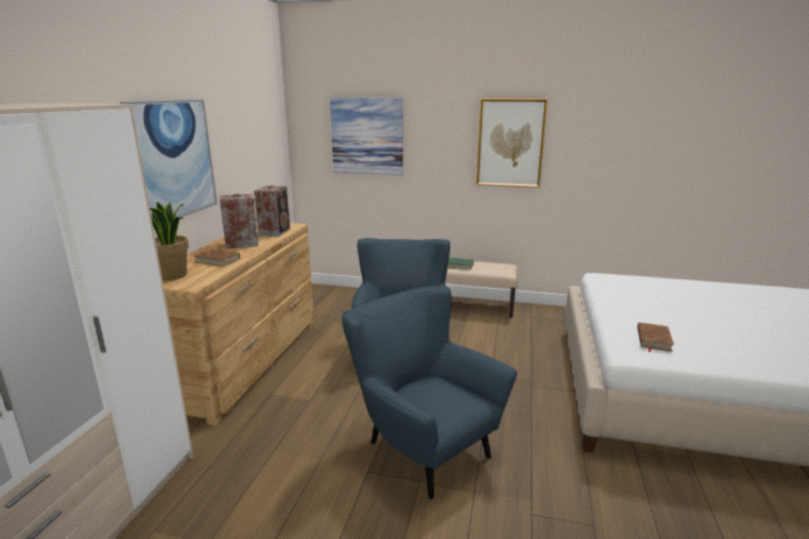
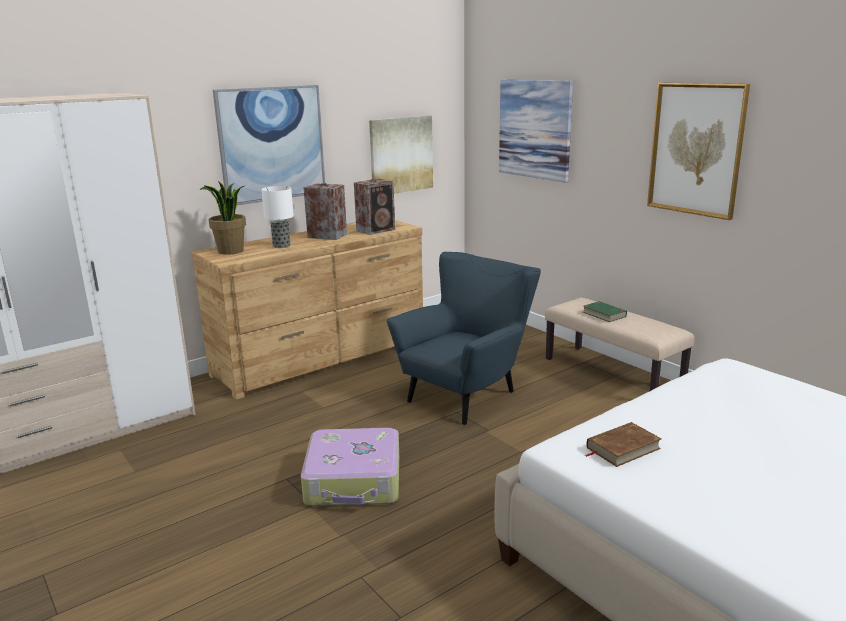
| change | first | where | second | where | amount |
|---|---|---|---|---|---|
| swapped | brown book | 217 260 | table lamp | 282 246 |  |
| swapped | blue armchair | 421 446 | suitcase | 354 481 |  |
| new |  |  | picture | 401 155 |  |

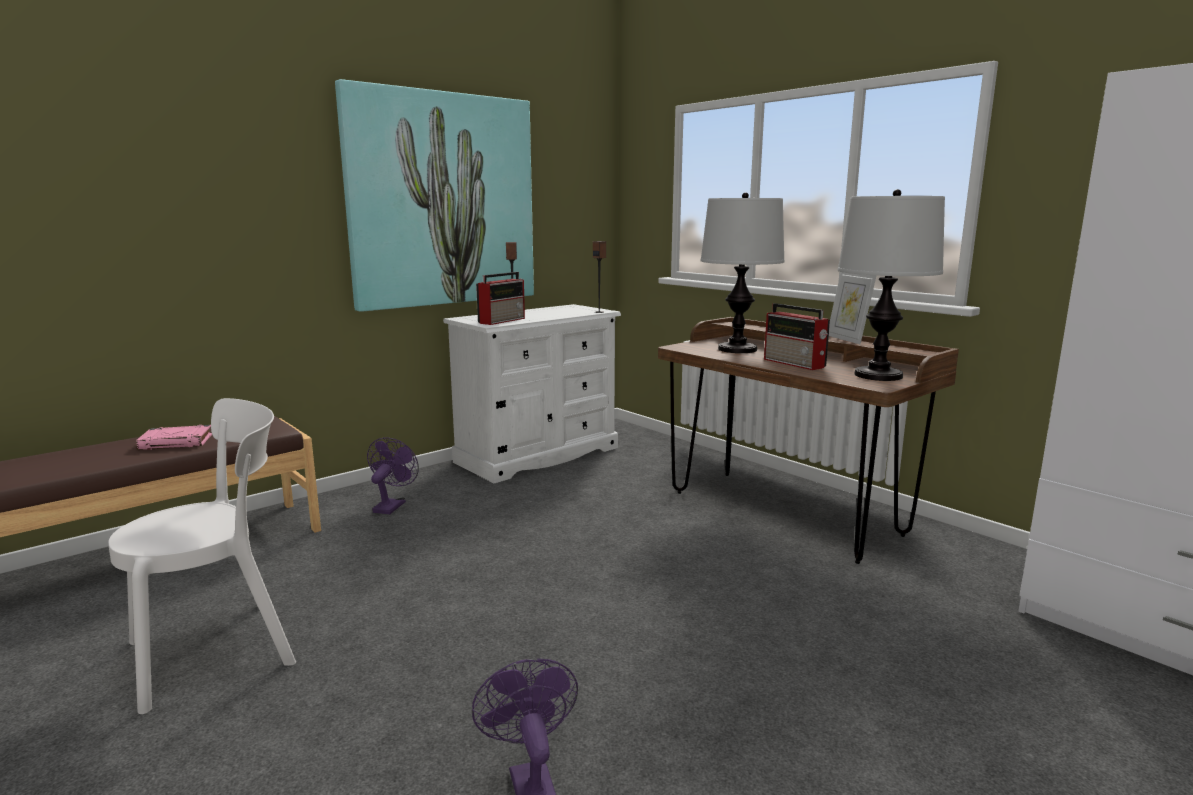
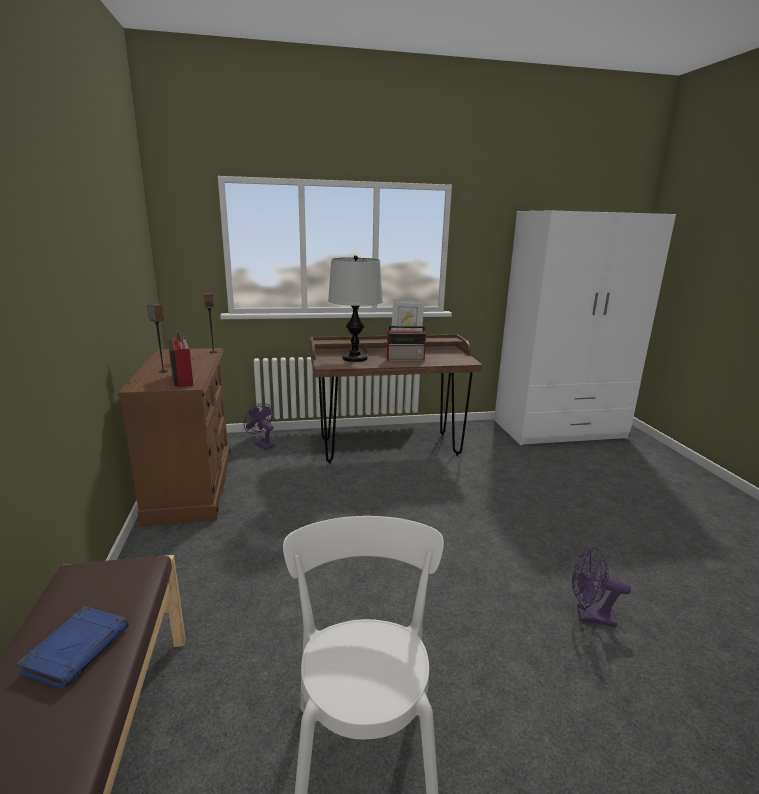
| change | first | where | second | where | amount |
|---|---|---|---|---|---|
| repainted | pink book | 177 442 | blue book | 77 650 |  |
| repainted | white dresser | 538 455 | brown dresser | 192 485 |  |
| shifted | purple fan | 391 505 |  | 262 444 |  |
| gone | picture | 442 200 |  |  |  |
| gone | table lamp | 879 375 |  |  |  |

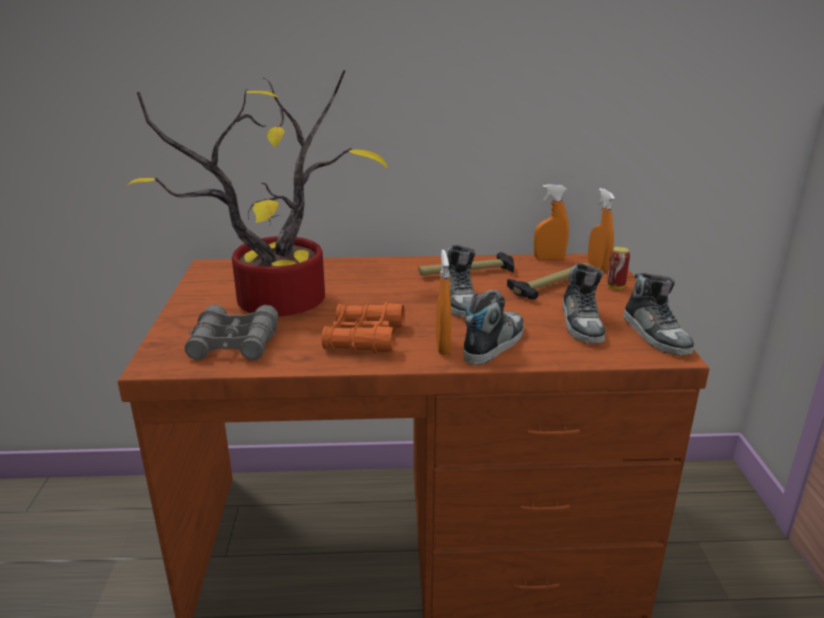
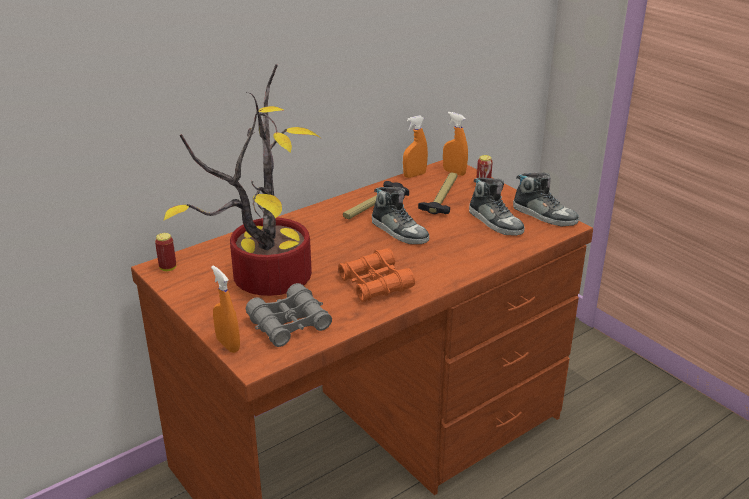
| change | first | where | second | where | amount |
|---|---|---|---|---|---|
| new |  |  | can | 168 268 |  |
| shifted | orange spray bottle | 442 346 |  | 228 345 |  |
| gone | shoe | 493 343 |  |  |  |

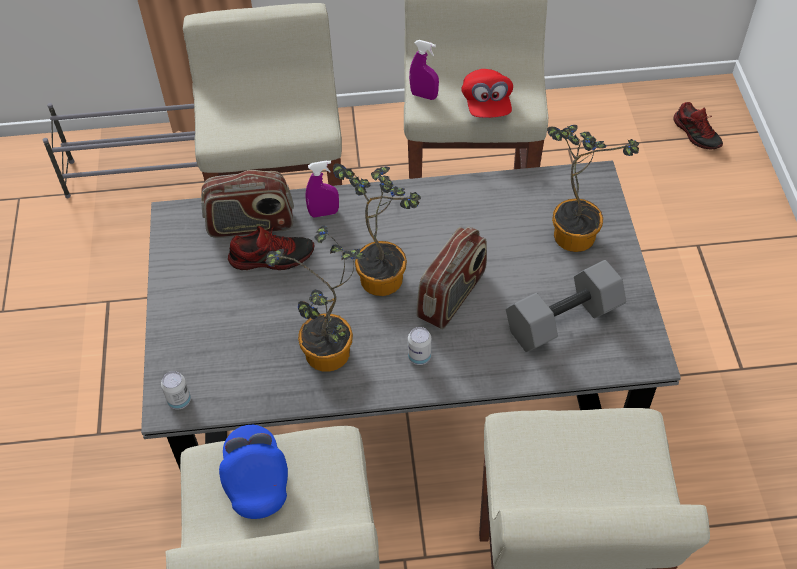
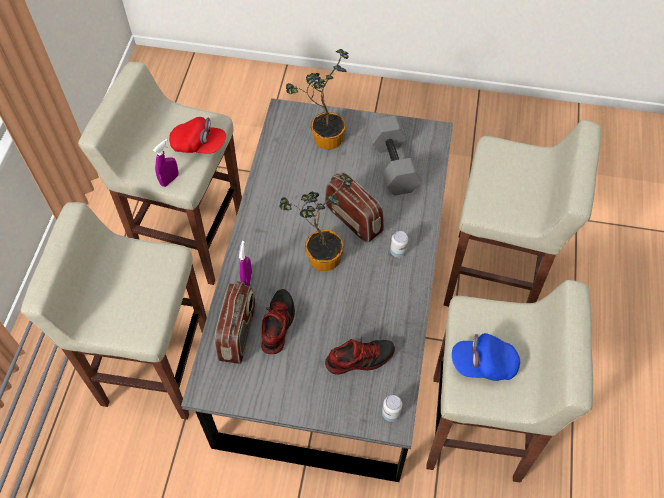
| change | first | where | second | where | amount |
|---|---|---|---|---|---|
| shifted | shoe | 697 134 |  | 359 358 |  |
| gone | potted plant | 328 359 |  |  |  |

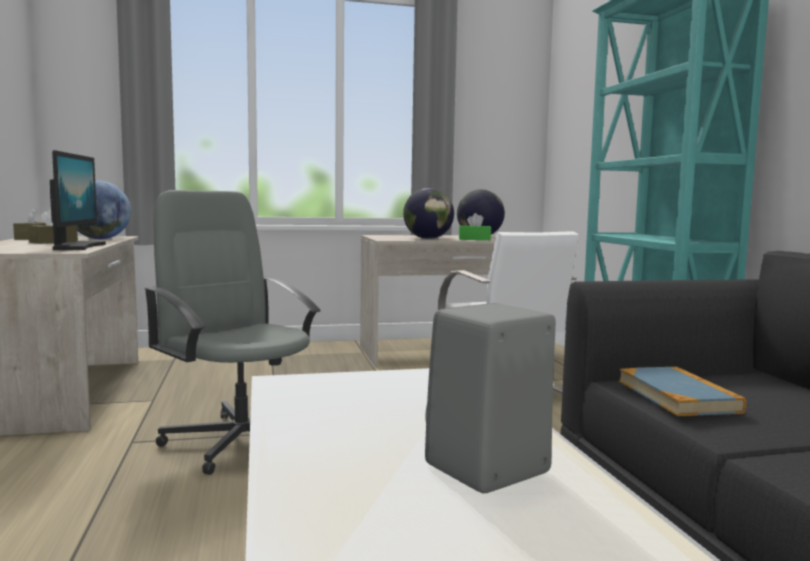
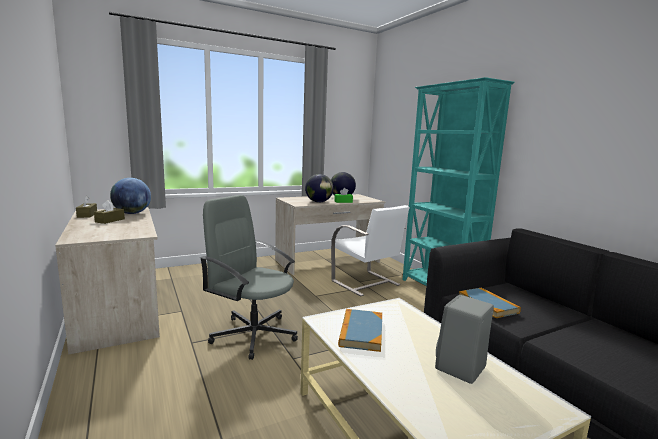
| change | first | where | second | where | amount |
|---|---|---|---|---|---|
| new |  |  | book | 361 332 |  |
| gone | monitor | 77 247 |  |  |  |

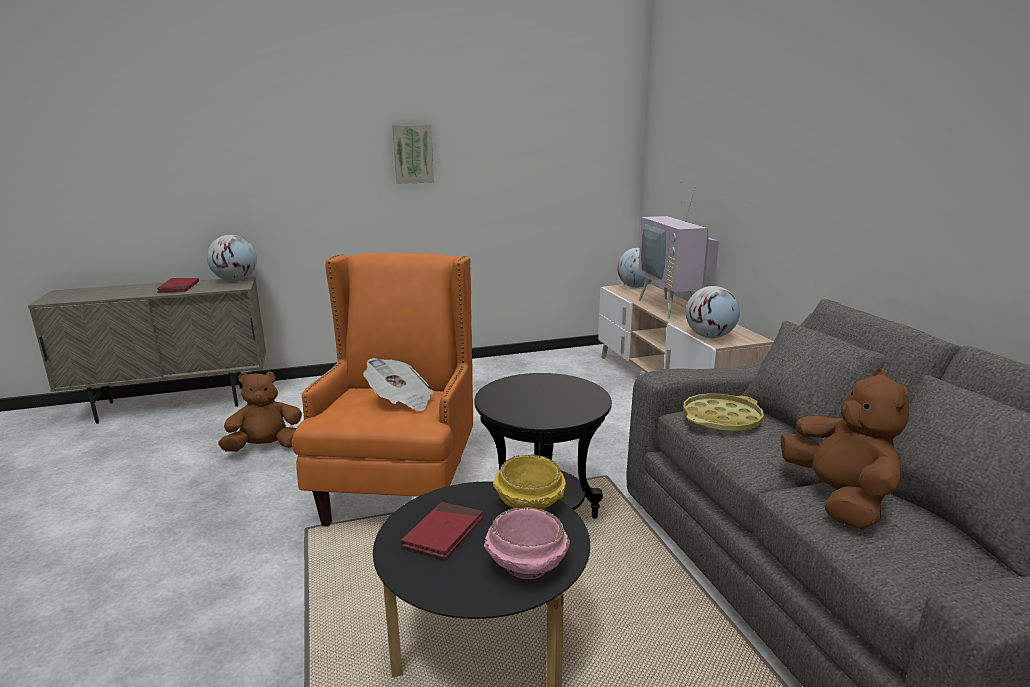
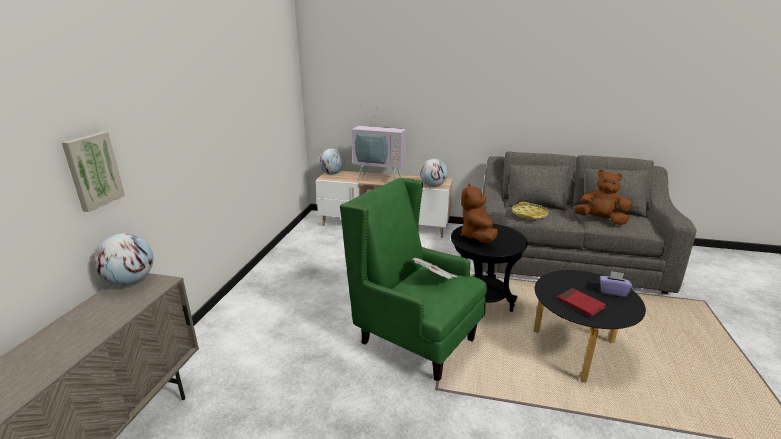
| change | first | where | second | where | amount |
|---|---|---|---|---|---|
| shifted | picture | 413 154 |  | 92 170 |  |
| repainted | orange armchair | 398 489 | green armchair | 416 340 |  |
| shifted | brown plush toy | 266 447 |  | 477 237 |  |
| swapped | pink bowl | 525 566 | purple tissue box | 613 291 |  |
| gone | red book | 179 287 |  |  |  |
| gone | yellow bowl | 530 505 |  |  |  |

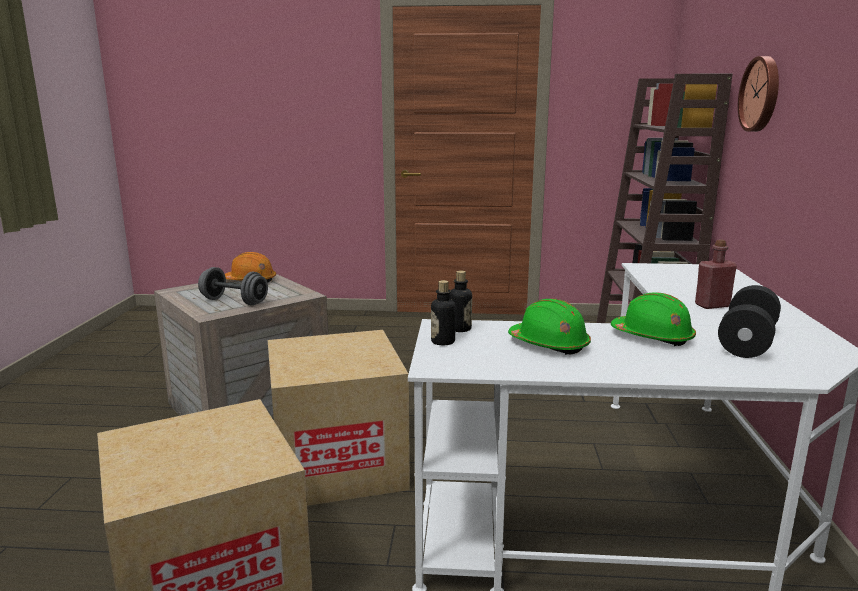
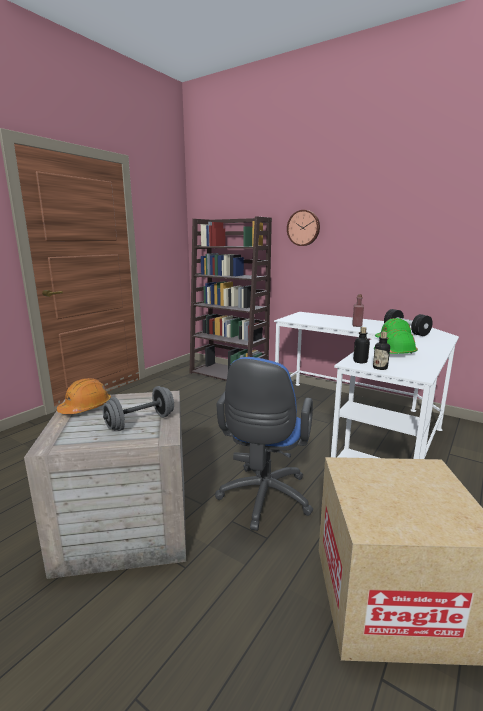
| change | first | where | second | where | amount |
|---|---|---|---|---|---|
| swapped | cardboard box | 338 465 | blue office chair | 263 500 |  |

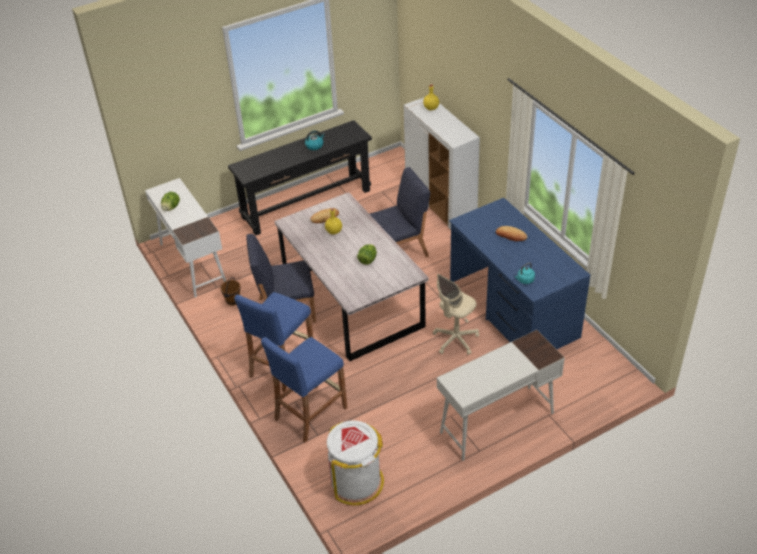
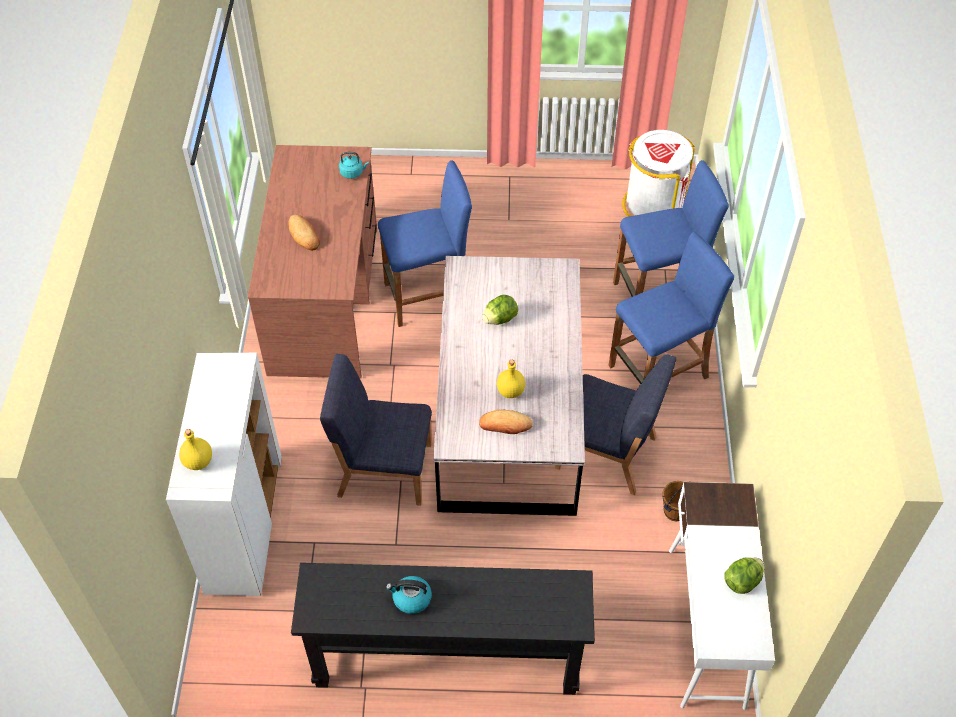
| change | first | where | second | where | amount |
|---|---|---|---|---|---|
| repainted | blue desk | 513 309 | brown desk | 325 300 |  |
| swapped | beige office chair | 455 340 | blue stool | 428 297 |  |
| gone | white desk | 496 423 |  |  |  |

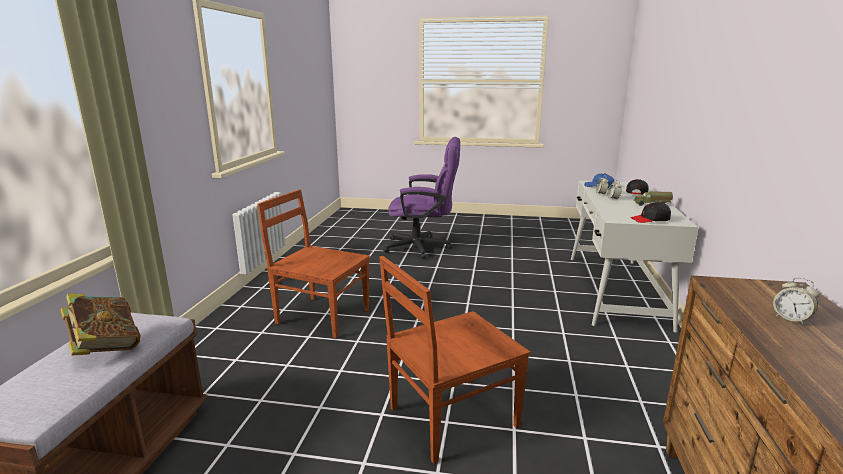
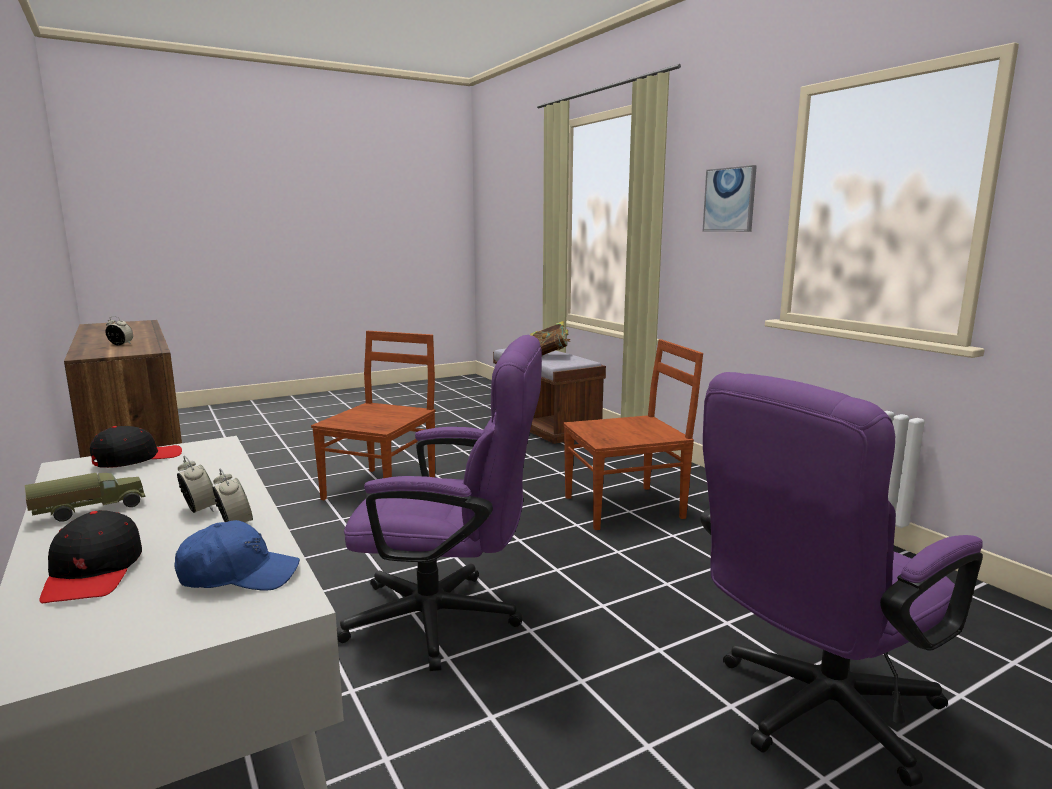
| change | first | where | second | where | amount |
|---|---|---|---|---|---|
| new |  |  | purple office chair | 449 620 |  |
| new |  |  | picture | 729 199 |  |

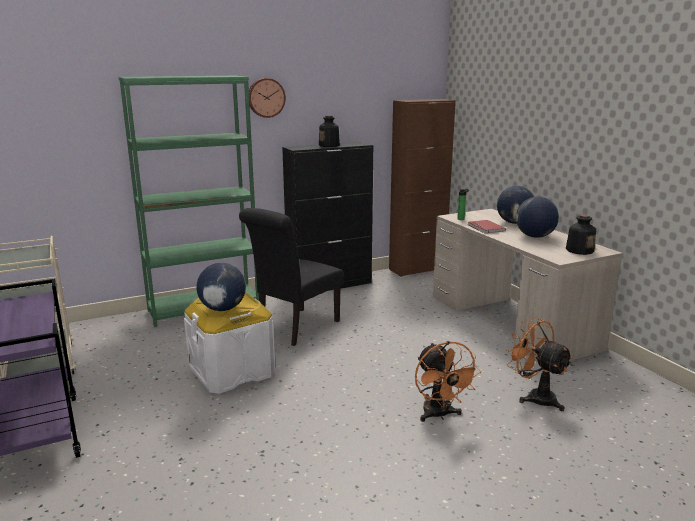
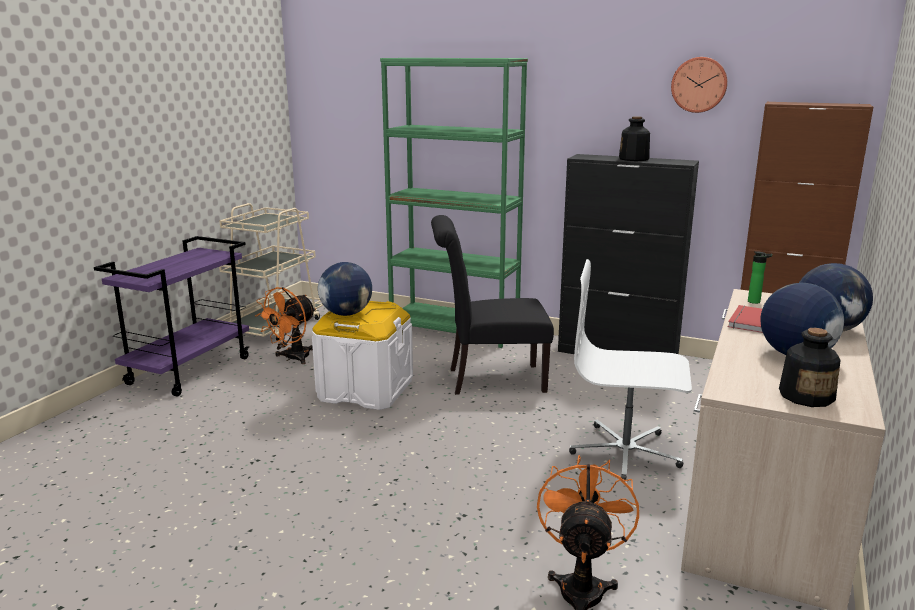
| change | first | where | second | where | amount |
|---|---|---|---|---|---|
| shifted | orange fan | 439 415 |  | 292 358 |  |
| new |  |  | white office chair | 625 452 |  |
| shifted | wall clock | 266 97 |  | 699 84 |  |

